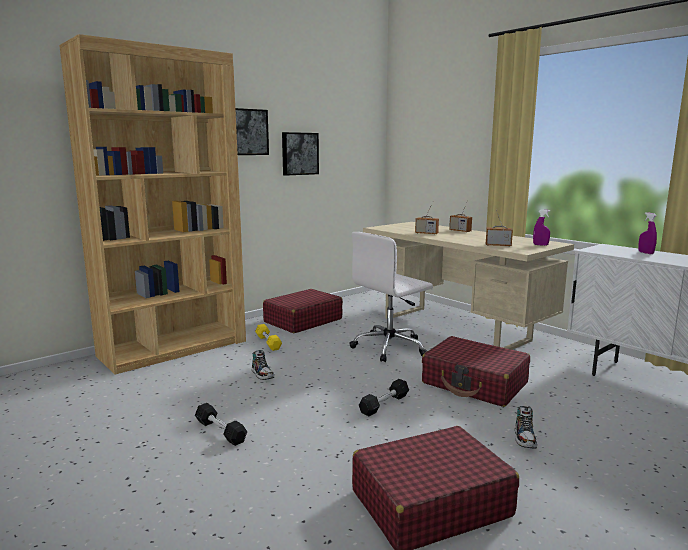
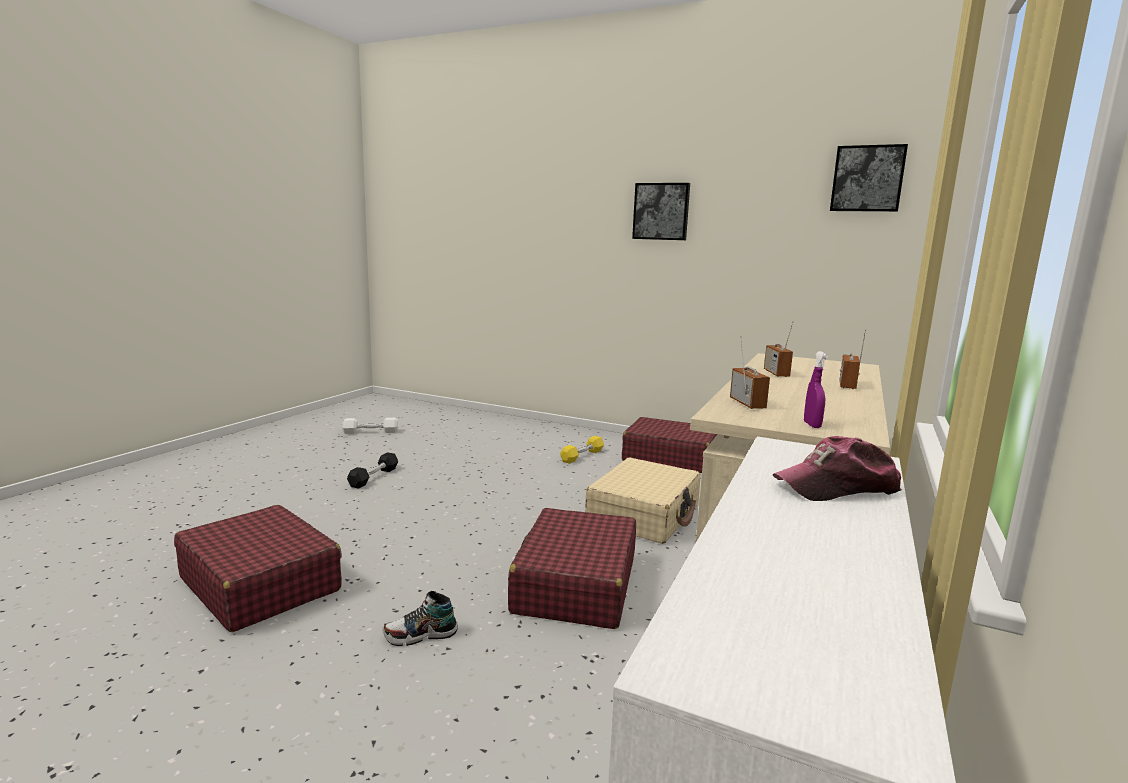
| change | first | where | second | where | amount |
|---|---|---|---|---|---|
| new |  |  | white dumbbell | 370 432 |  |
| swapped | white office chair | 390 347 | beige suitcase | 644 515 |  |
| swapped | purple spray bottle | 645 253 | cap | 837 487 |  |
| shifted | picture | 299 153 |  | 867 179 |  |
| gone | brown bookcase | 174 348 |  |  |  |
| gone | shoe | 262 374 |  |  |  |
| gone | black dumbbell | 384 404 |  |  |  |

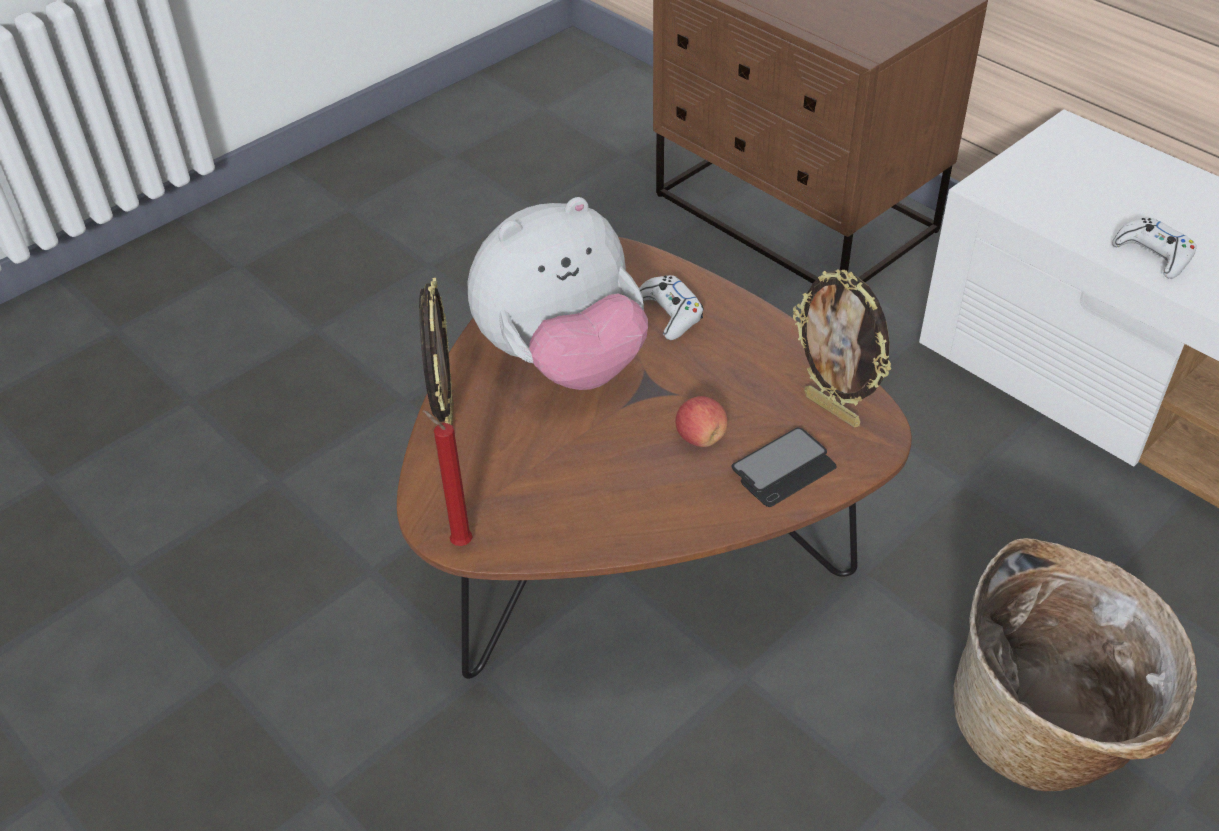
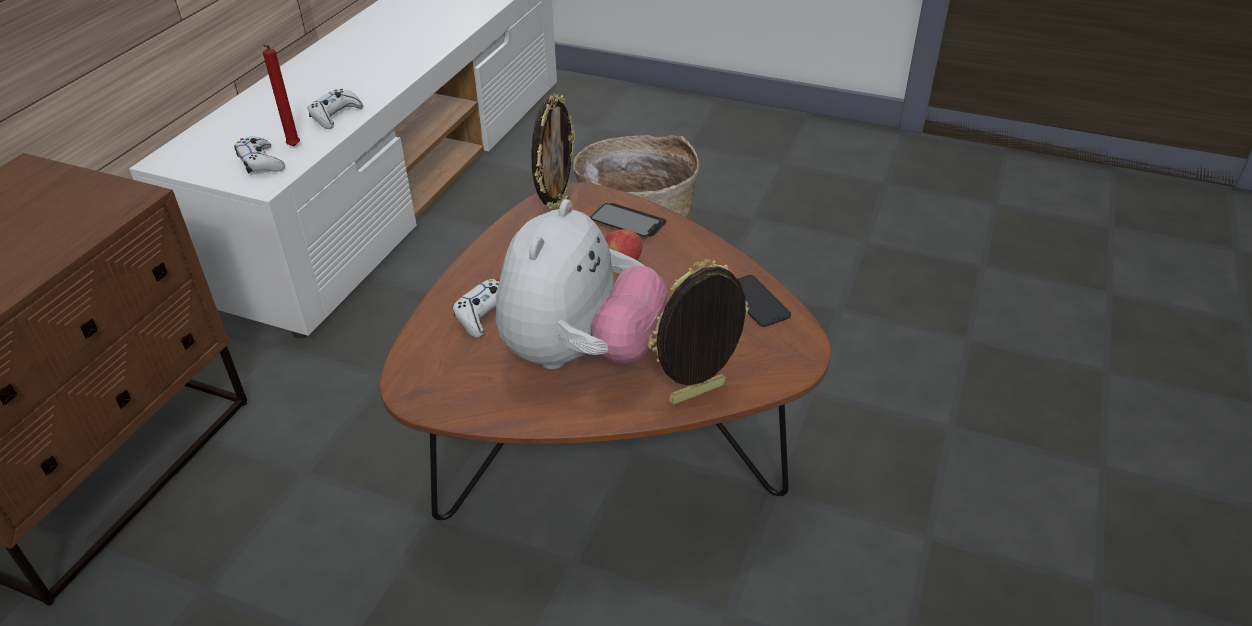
| change | first | where | second | where | amount |
|---|---|---|---|---|---|
| new |  |  | white game controller | 260 162 |  |
| shifted | red candle | 458 542 |  | 293 147 |  |
| rotated | plush toy | 563 362 |  | 580 354 | 75 degrees clockwise |
| new |  |  | phone | 756 301 |  |

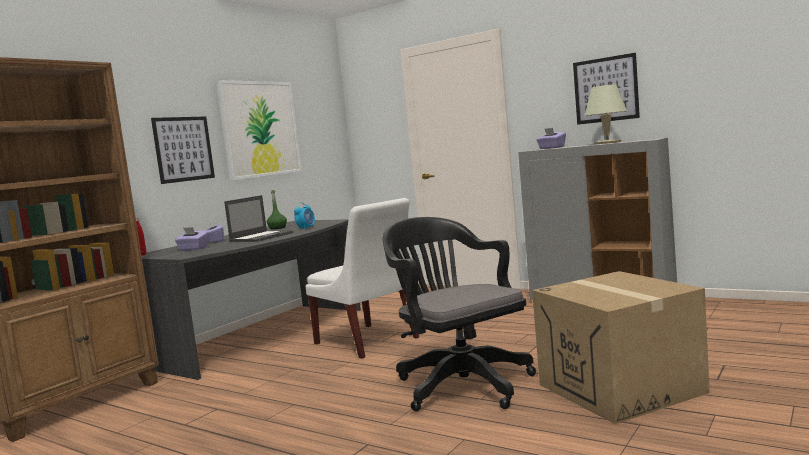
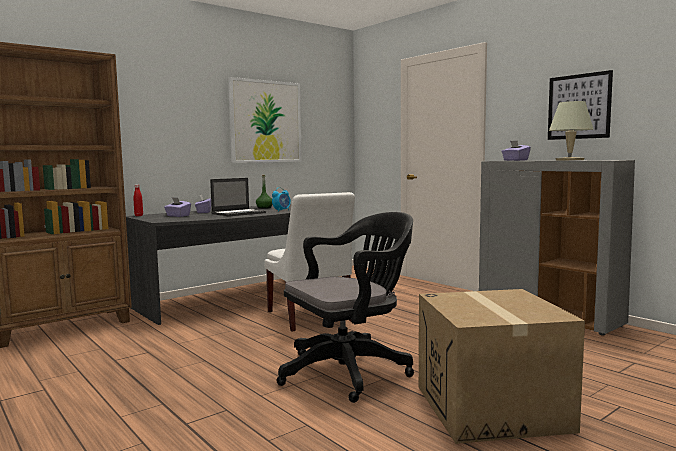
| change | first | where | second | where | amount |
|---|---|---|---|---|---|
| rotated | black office chair | 460 384 |  | 350 371 | 75 degrees clockwise |
| gone | picture | 183 149 |  |  |  |

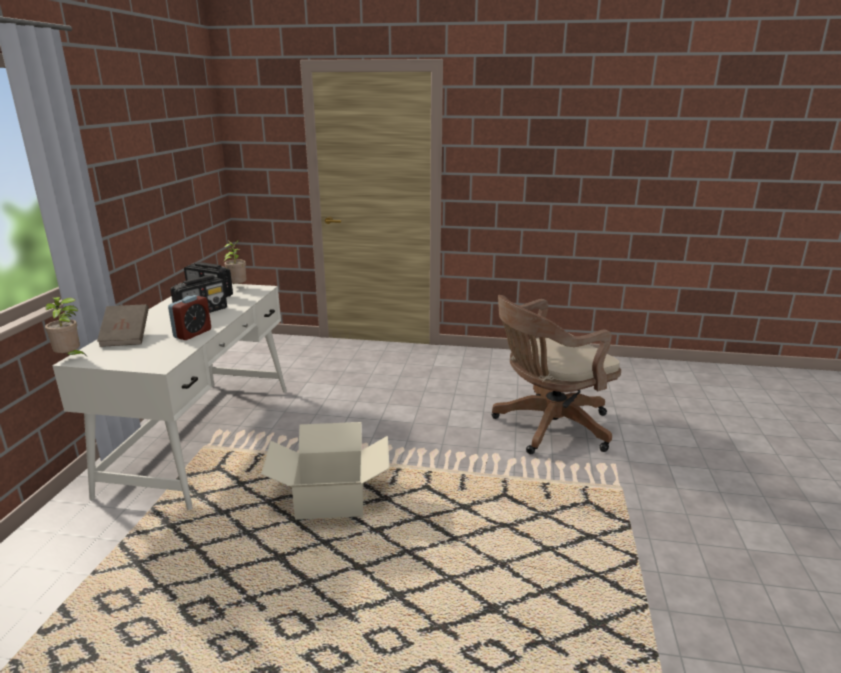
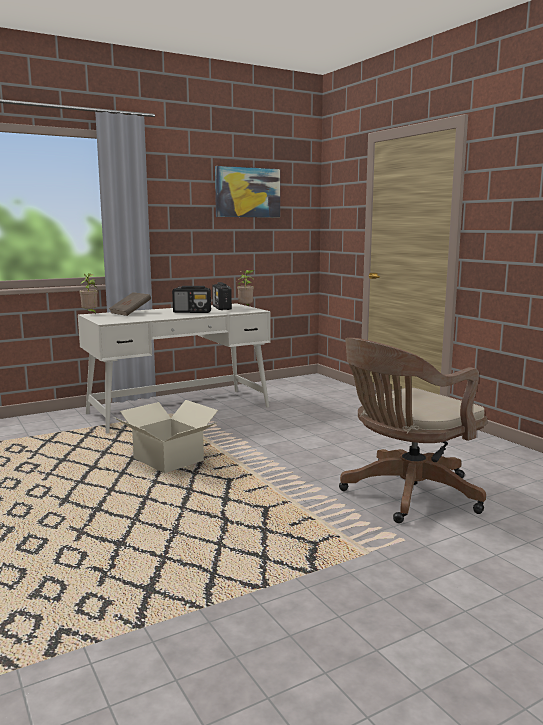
| change | first | where | second | where | amount |
|---|---|---|---|---|---|
| new |  |  | picture | 247 192 |  |
| rotated | brown office chair | 547 427 |  | 406 495 | 60 degrees counterclockwise |
| gone | alarm clock | 192 333 |  |  |  |

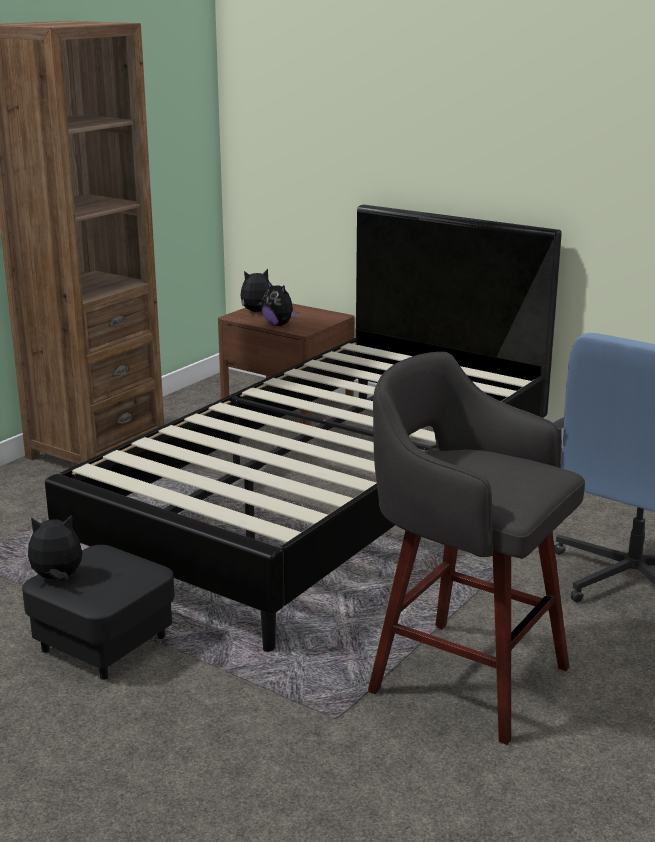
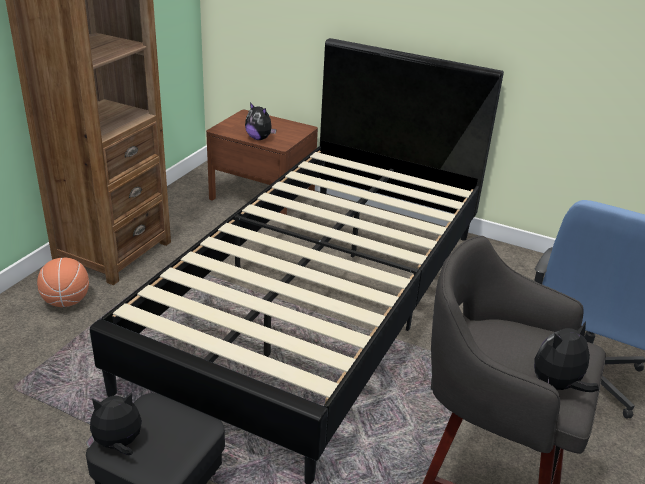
| change | first | where | second | where | amount |
|---|---|---|---|---|---|
| new |  |  | basketball | 66 301 |  |
| shifted | plush toy | 257 312 |  | 557 386 |  |

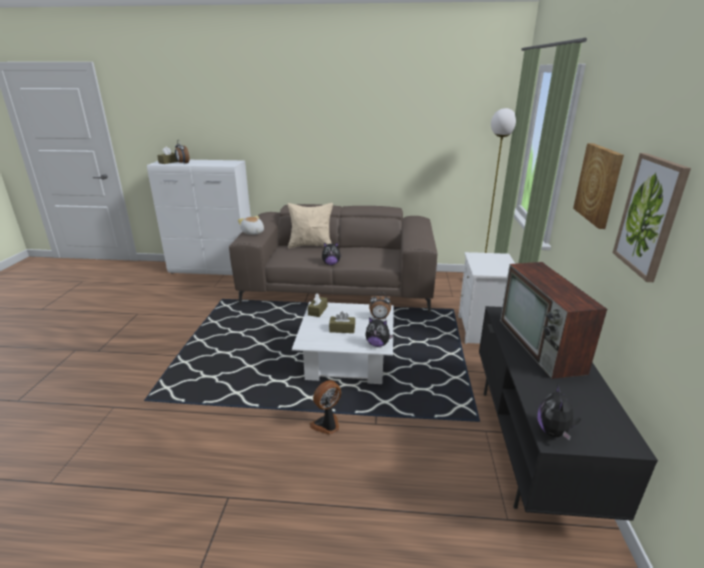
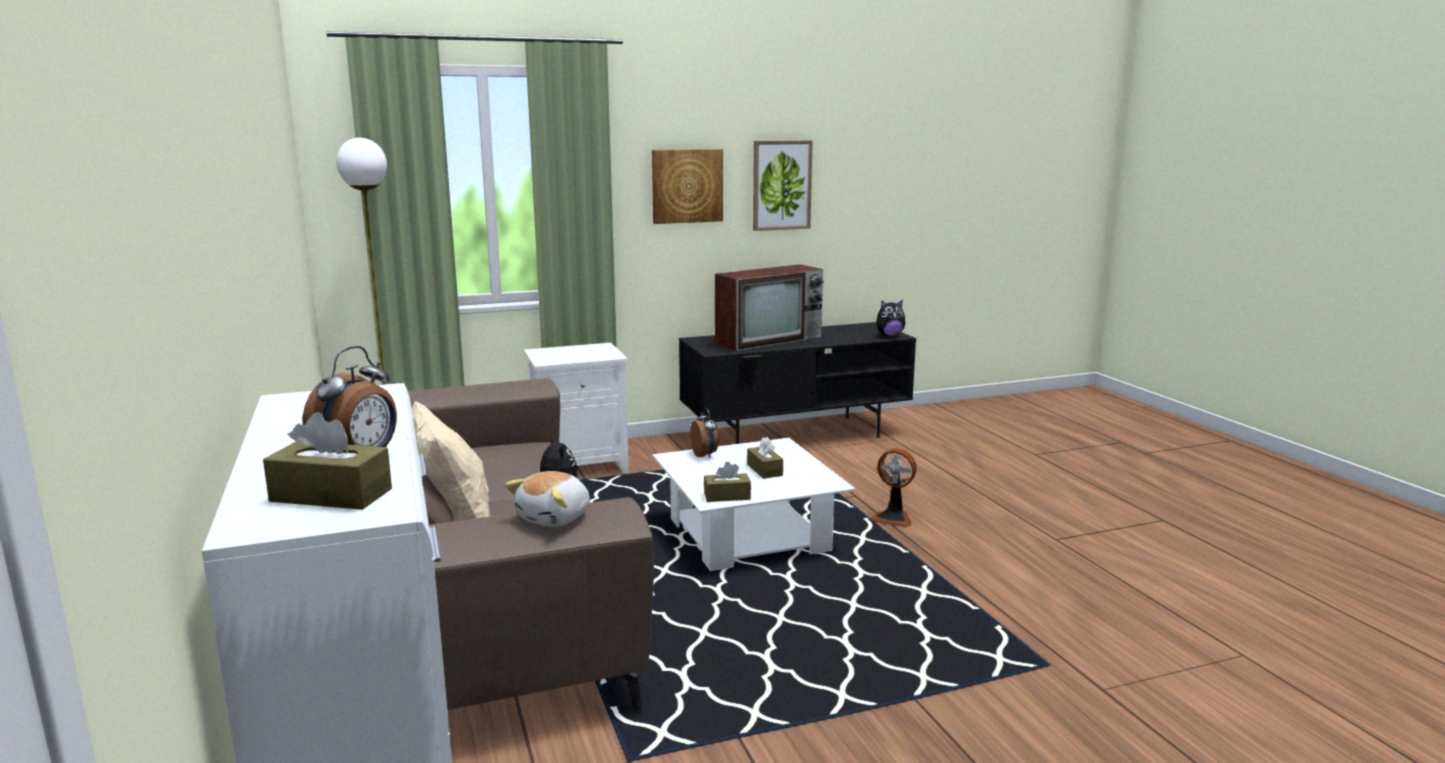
| change | first | where | second | where | amount |
|---|---|---|---|---|---|
| gone | plush toy | 377 344 |  |  |  |

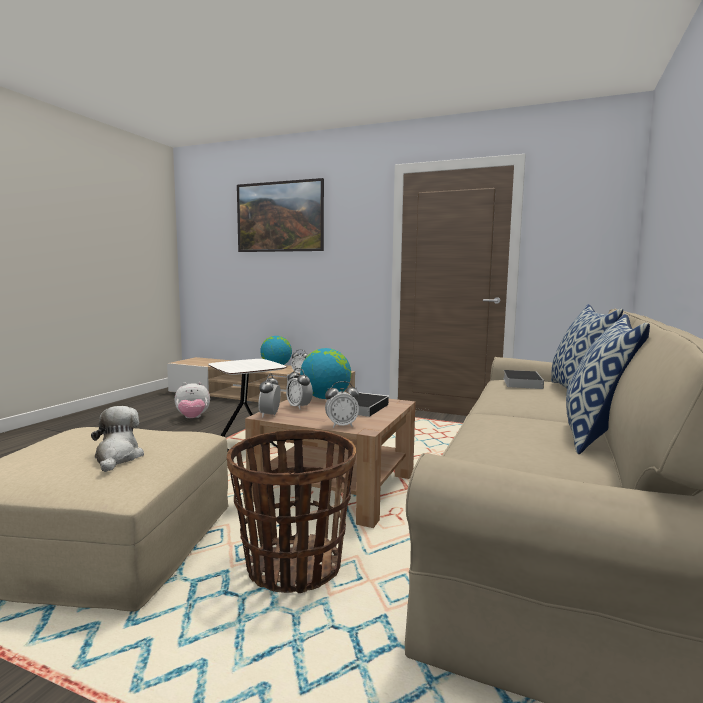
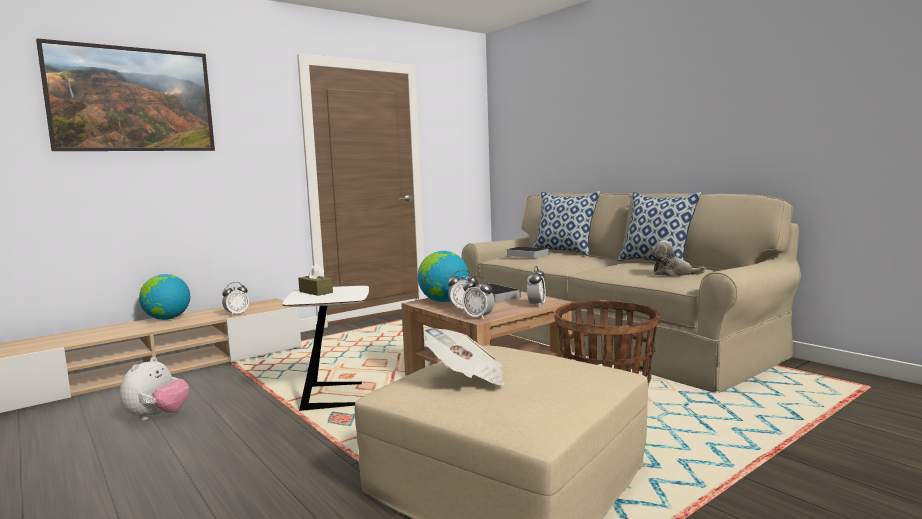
| change | first | where | second | where | amount |
|---|---|---|---|---|---|
| new |  |  | brown tissue box | 316 292 |  |
| new |  |  | newspaper | 467 377 |  |
| shifted | plush toy | 117 458 |  | 673 274 |  |

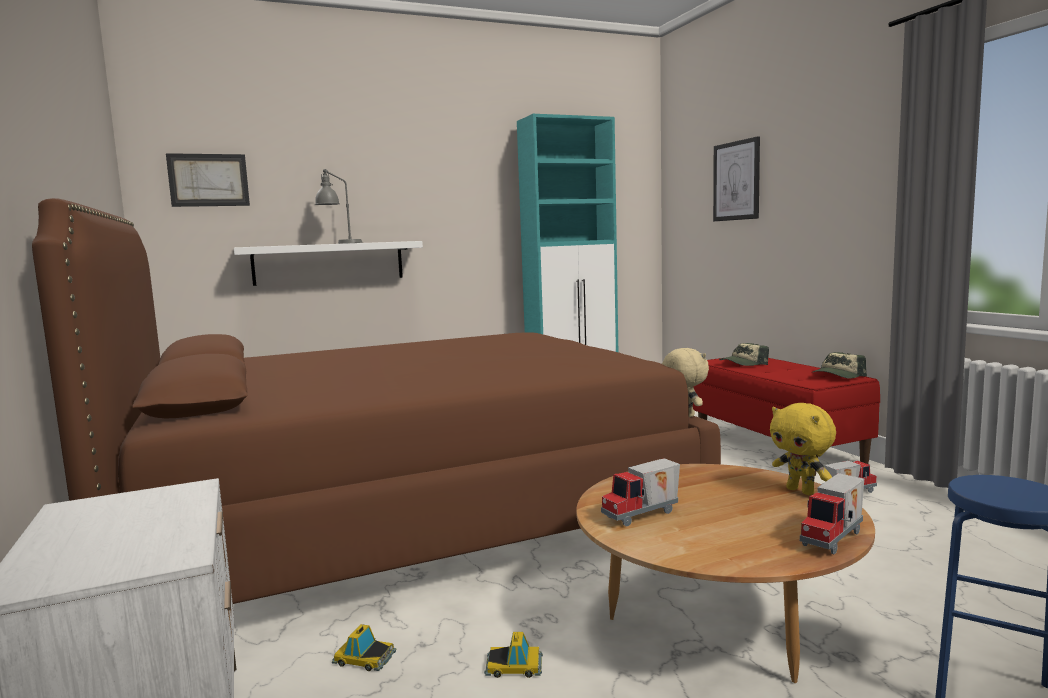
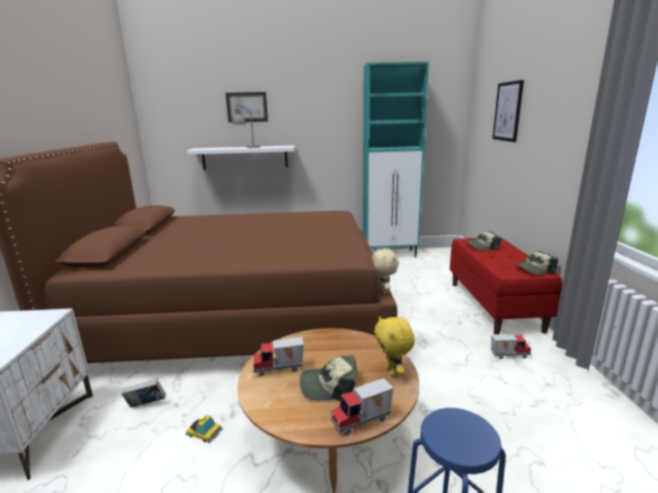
| change | first | where | second | where | amount |
|---|---|---|---|---|---|
| swapped | toy car | 364 658 | book | 146 405 |  |
| shifted | picture | 208 180 |  | 247 107 |  |
| new |  |  | cap | 329 386 |  |

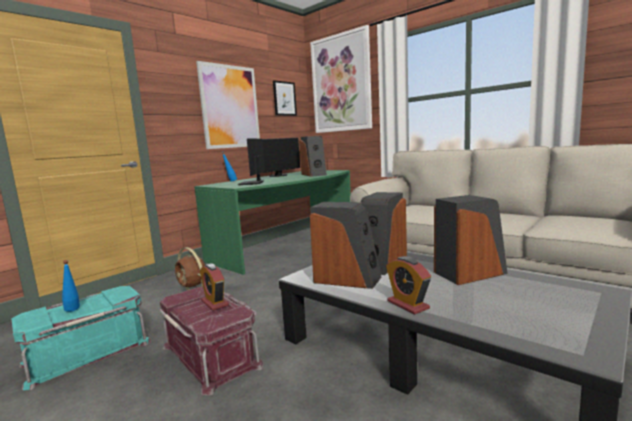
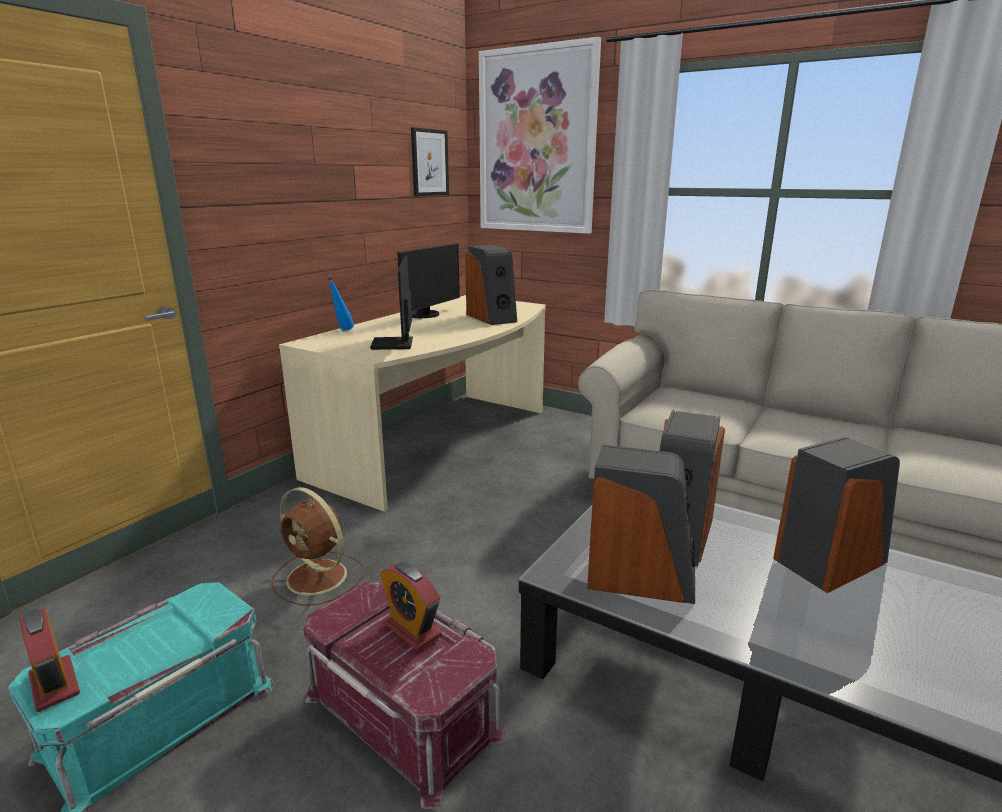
| change | first | where | second | where | amount |
|---|---|---|---|---|---|
| shifted | alarm clock | 408 305 |  | 54 684 |  |
| repainted | green desk | 288 247 | beige desk | 441 443 |  |
| gone | blue bottle | 73 311 |  |  |  |
| gone | picture | 230 107 |  |  |  |

